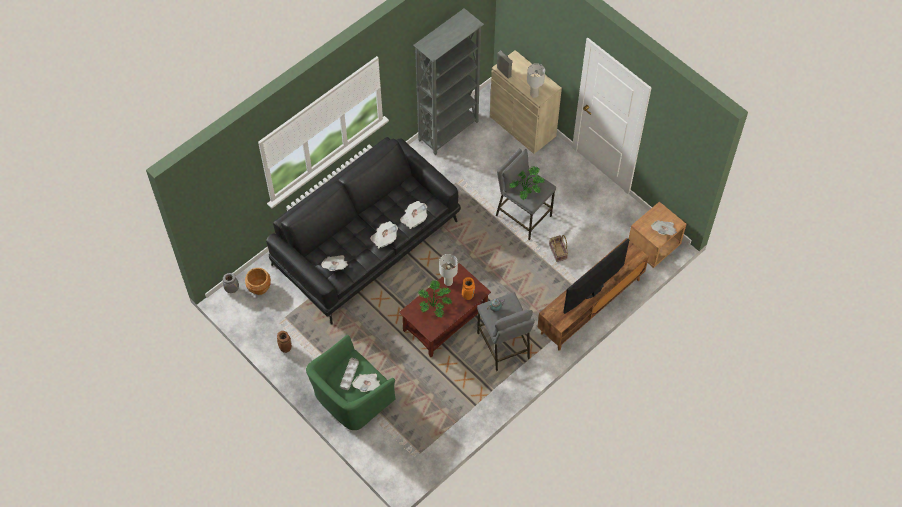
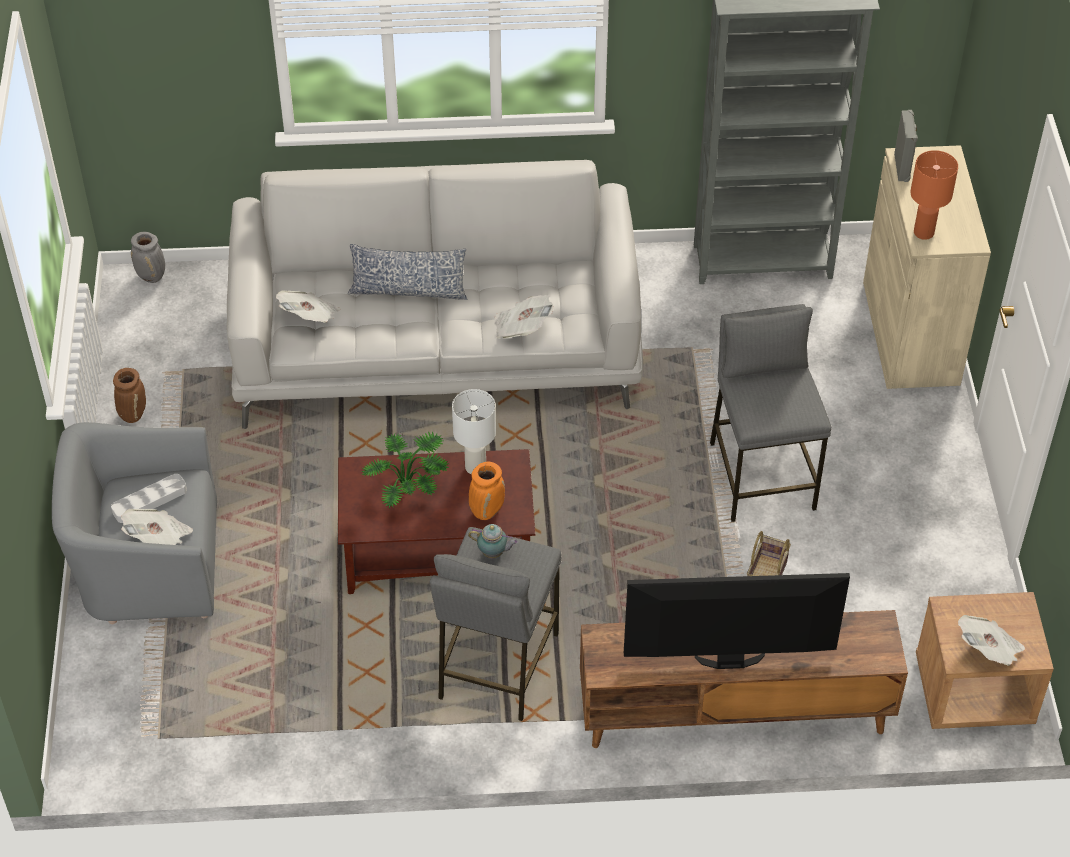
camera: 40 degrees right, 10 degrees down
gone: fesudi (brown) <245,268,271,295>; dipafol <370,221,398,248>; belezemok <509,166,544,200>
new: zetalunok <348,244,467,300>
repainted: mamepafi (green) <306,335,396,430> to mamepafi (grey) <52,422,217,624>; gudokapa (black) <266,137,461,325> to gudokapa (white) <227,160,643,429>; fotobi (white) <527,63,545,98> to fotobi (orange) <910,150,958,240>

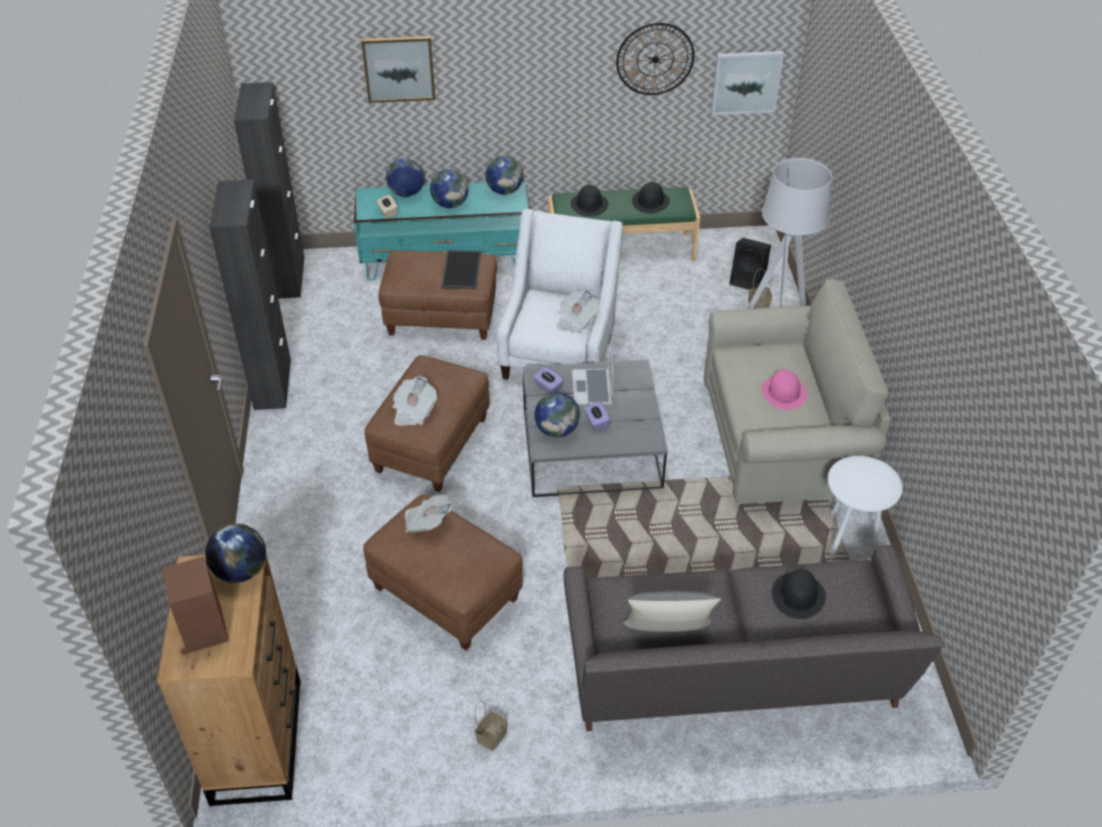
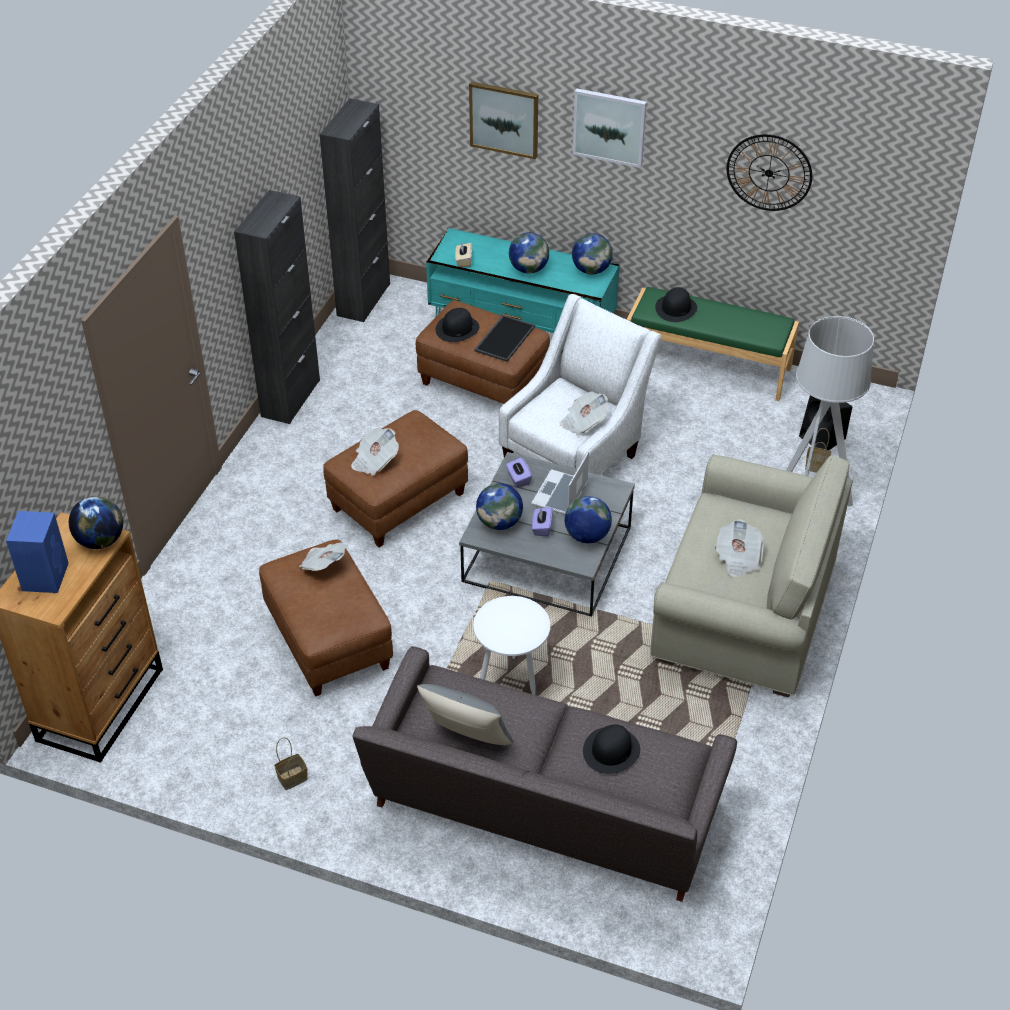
camera: 25 degrees right, 0 degrees up
shifted: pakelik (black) <632,182,670,214> to <436,308,479,342>; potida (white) <828,456,903,559> to <473,596,550,695>; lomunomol <386,158,424,197> to <564,496,612,543>; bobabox <711,51,784,115> to <573,88,647,168>
swapped: pakelik (pink) <761,370,807,410> to dipafol <715,519,765,577>
repainted: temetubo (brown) <162,556,229,654> to temetubo (blue) <6,511,69,593>

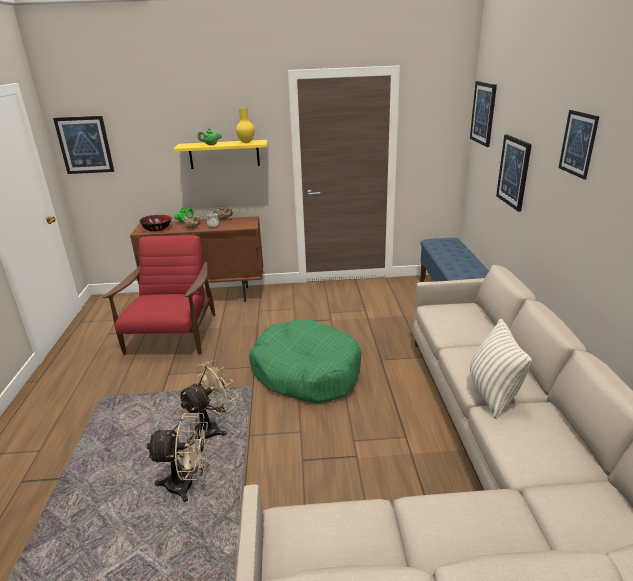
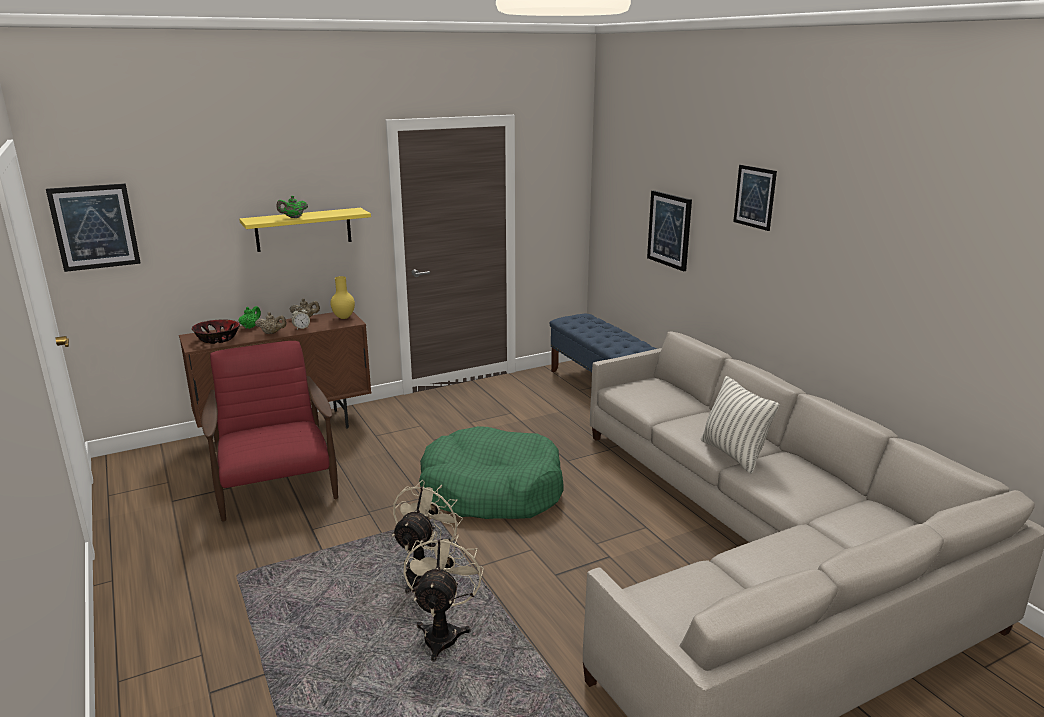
camera: 25 degrees left, 5 degrees down
gone: bobabox <470,81,497,147>
shifted: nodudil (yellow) <236,108,255,143> to <330,276,355,319>
rotated: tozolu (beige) <146,412,209,502> = <404,531,484,662> 60 degrees counterclockwise

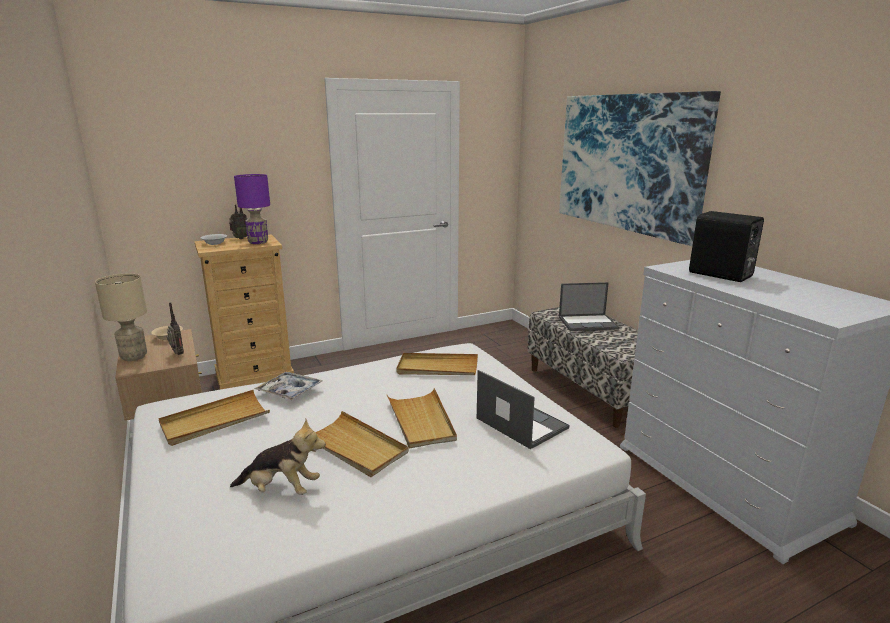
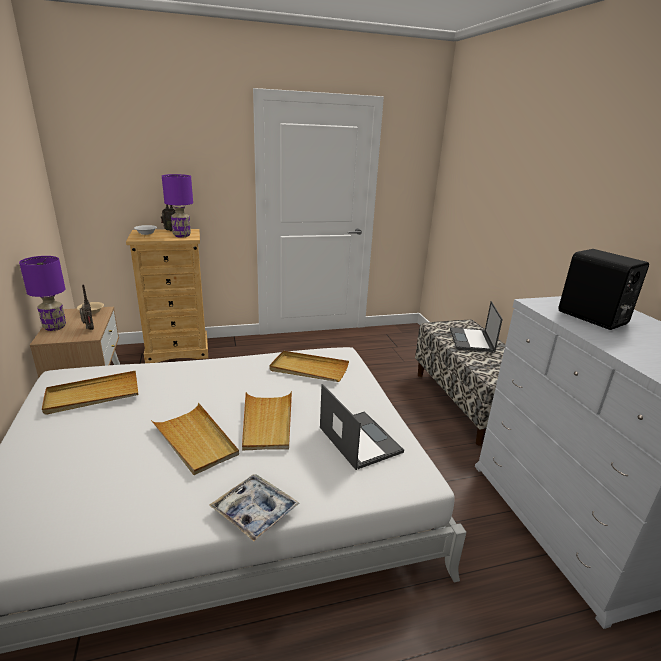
camera: 10 degrees right, 5 degrees up
gone: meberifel <230,419,326,495>; bobabox <559,91,721,246>
shifted: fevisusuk <254,372,323,400> to <209,474,300,542>
repainted: fotobi (beige) <95,274,147,361> to fotobi (purple) <19,256,66,331>
rotated: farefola <559,282,619,331> = <450,301,503,352> 90 degrees clockwise

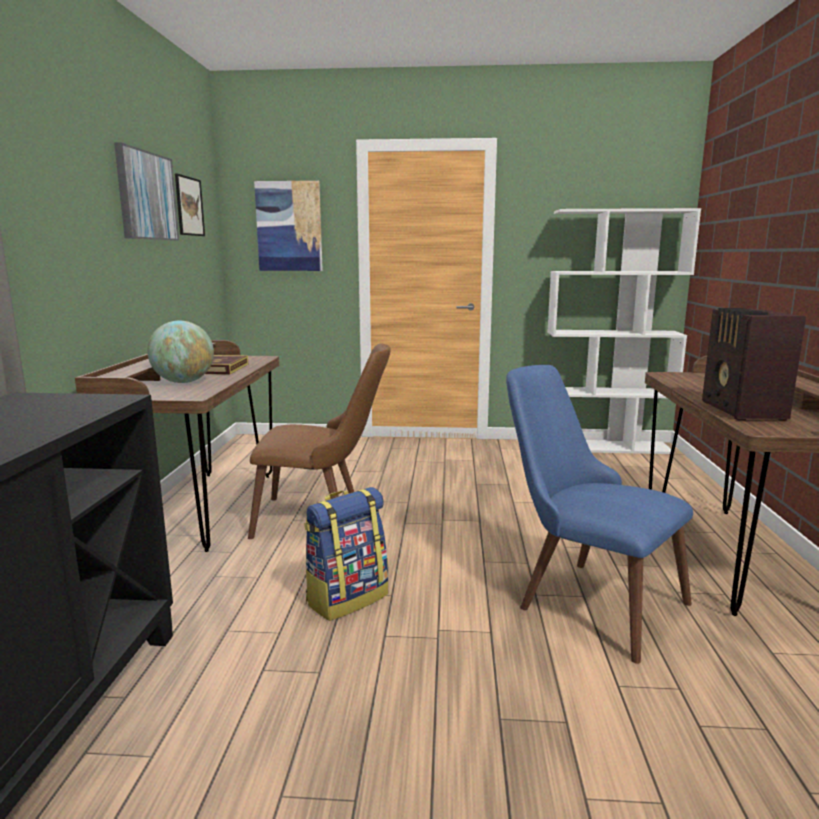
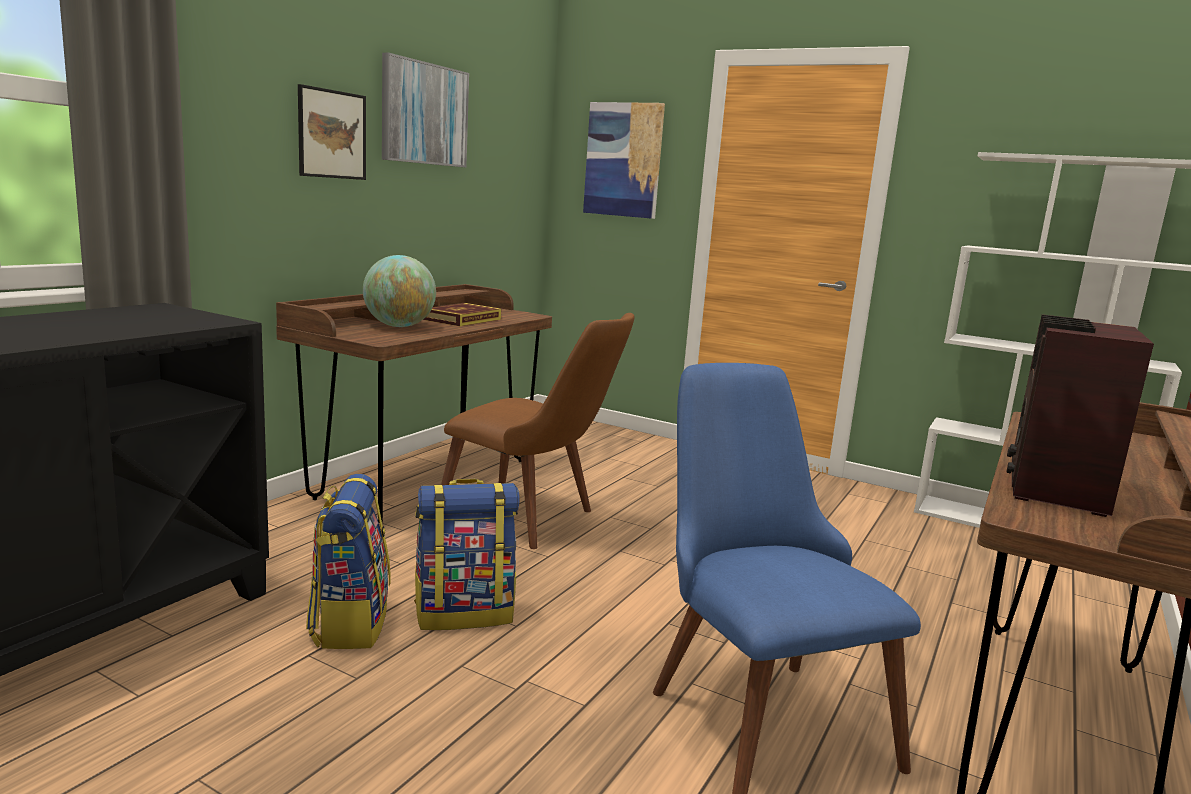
camera: 25 degrees right, 0 degrees up
new: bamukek <306,474,391,649>
shifted: bobabox <175,174,205,236> to <298,84,366,180>

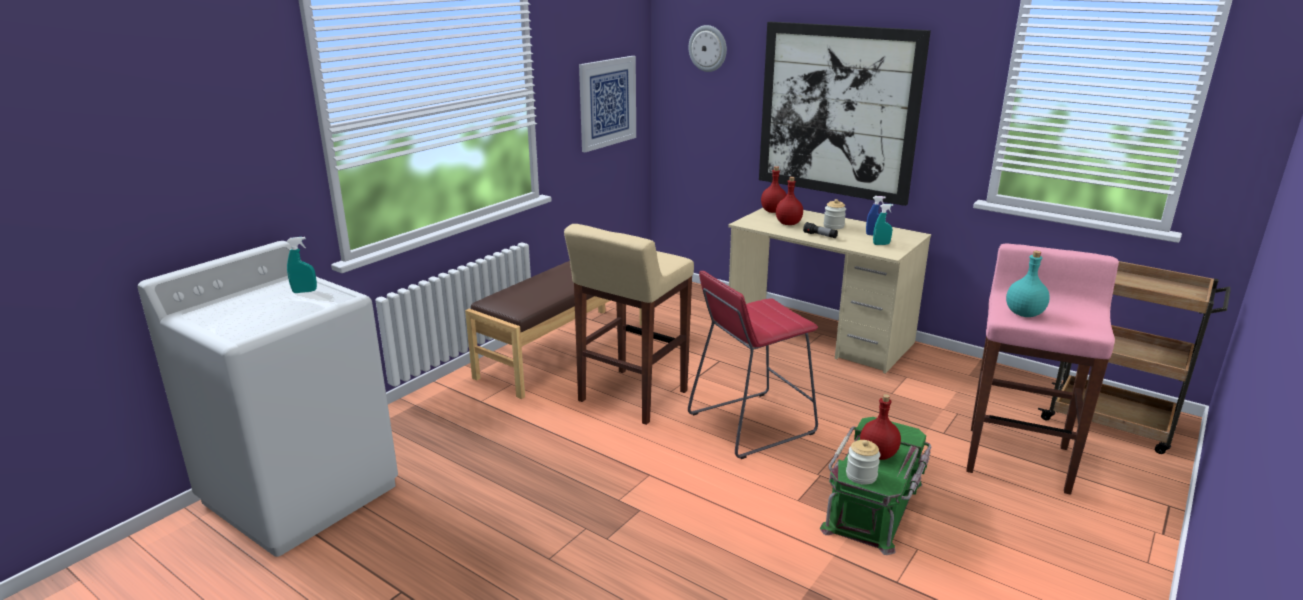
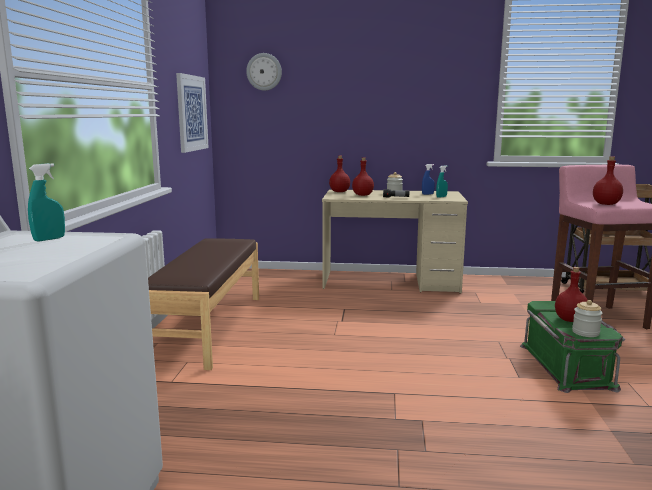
camera: 30 degrees left, 10 degrees down
gone: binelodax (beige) <564,224,694,425>; binelodax (red) <688,271,818,459>; bobabox <759,22,931,206>
repainted: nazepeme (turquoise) <1006,251,1050,317> to nazepeme (red) <593,156,623,205>

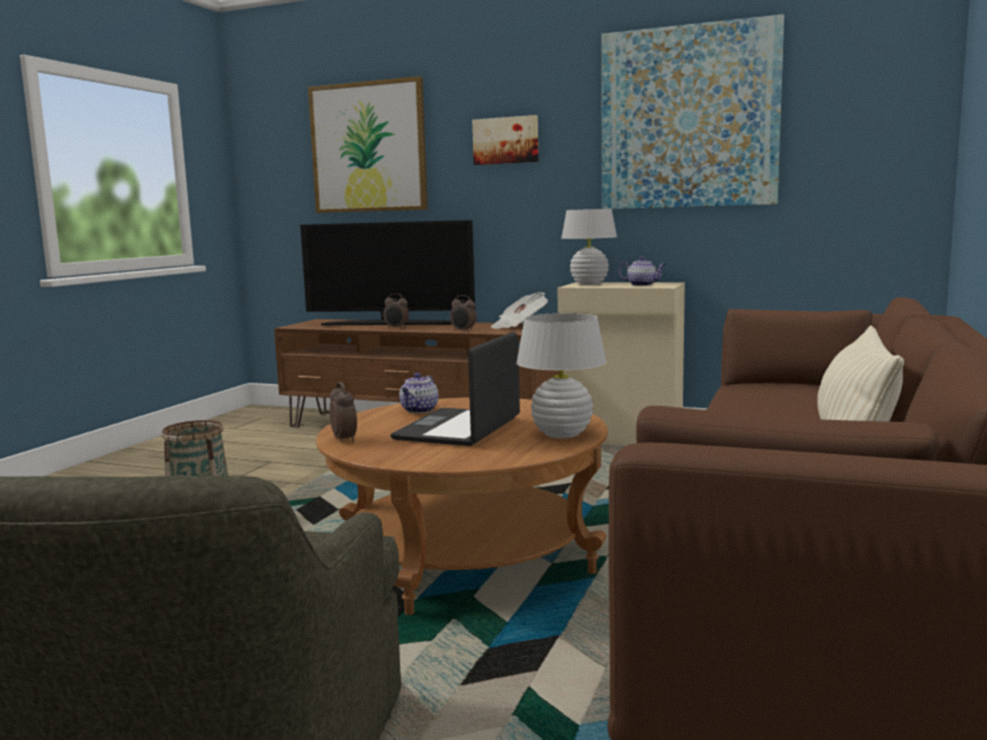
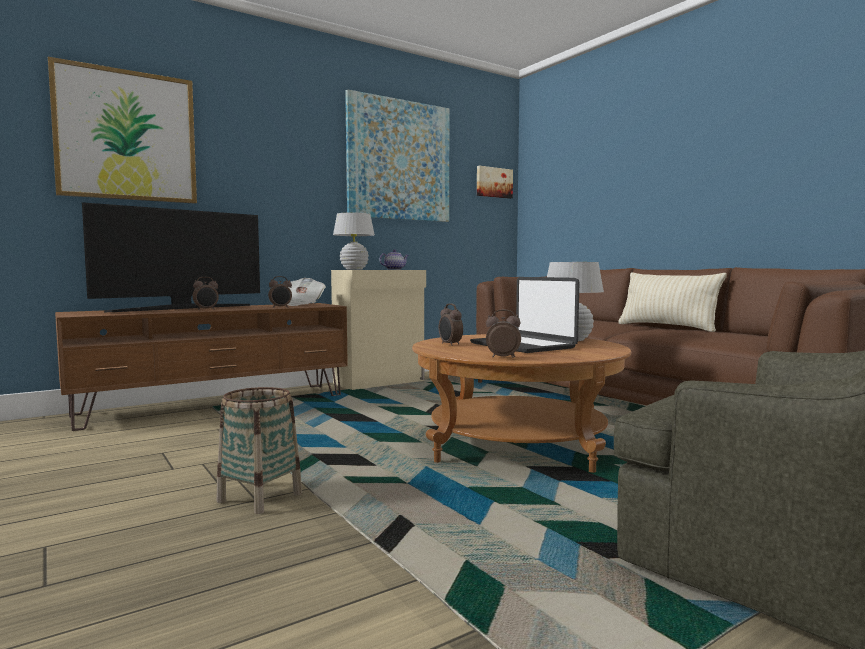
camera: 55 degrees left, 5 degrees down
shifted: bobabox <472,115,539,165> to <477,166,513,199>
swapped: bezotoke <399,373,439,413> to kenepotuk <439,303,463,346>

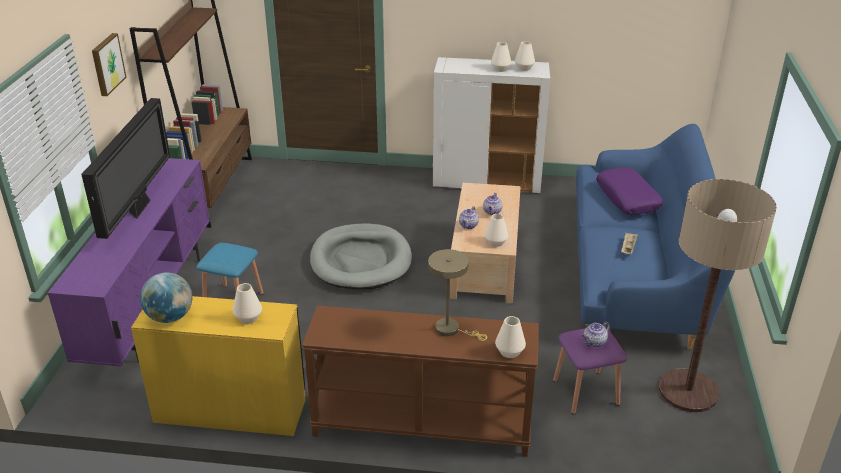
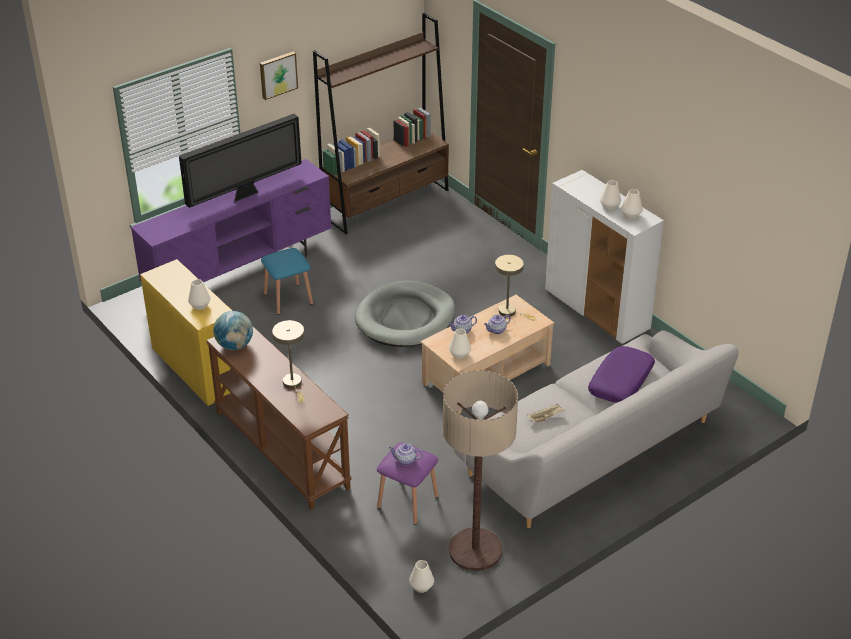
camera: 45 degrees right, 5 degrees up
new: fotobi (beige) <495,255,536,321>
shifted: lomunomol <140,272,193,323> to <213,311,253,350>; nodudil (white) <495,316,526,358> to <409,560,434,593>
repainted: gudokapa (blue) <576,124,735,350> to gudokapa (grey) <454,331,739,528>

